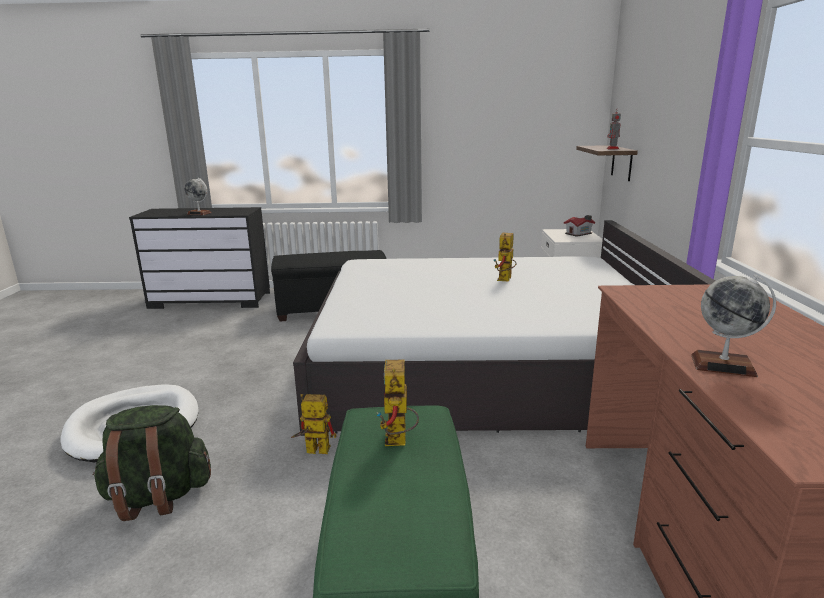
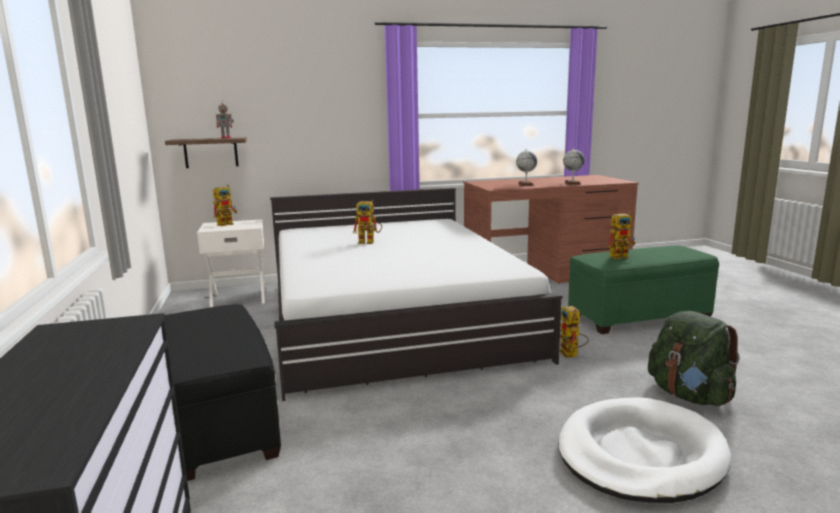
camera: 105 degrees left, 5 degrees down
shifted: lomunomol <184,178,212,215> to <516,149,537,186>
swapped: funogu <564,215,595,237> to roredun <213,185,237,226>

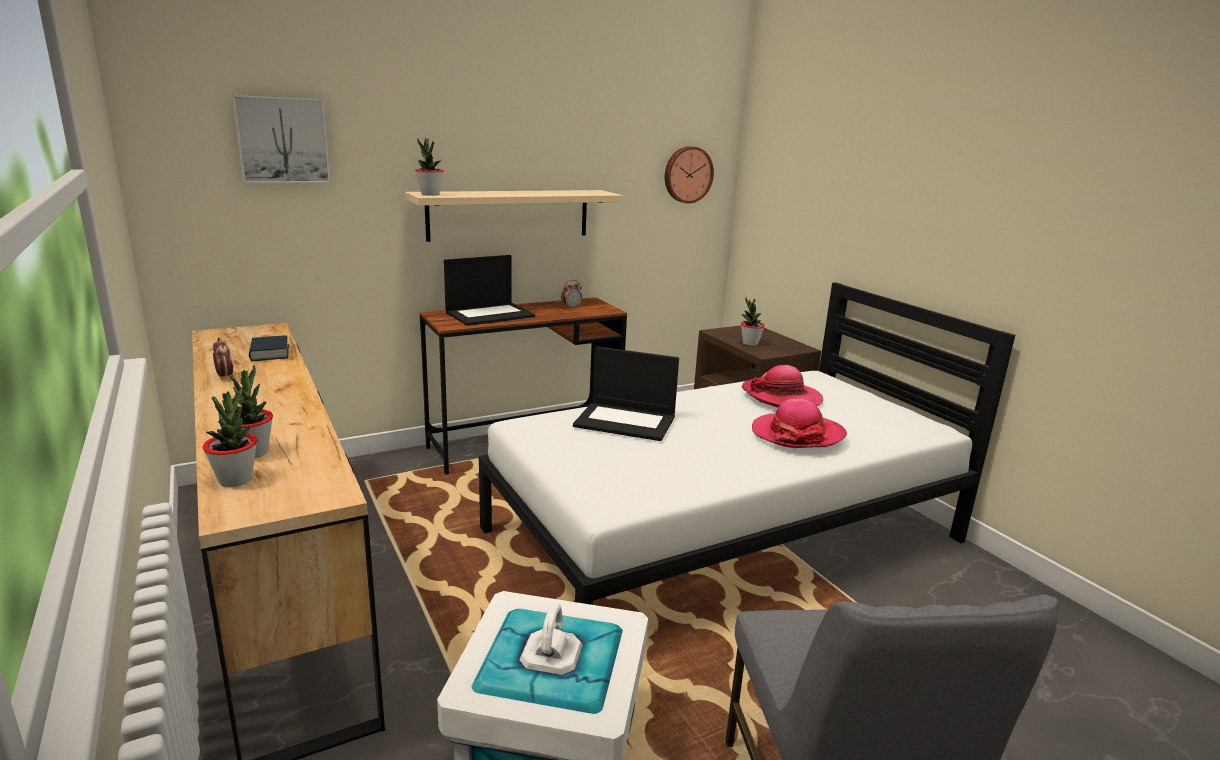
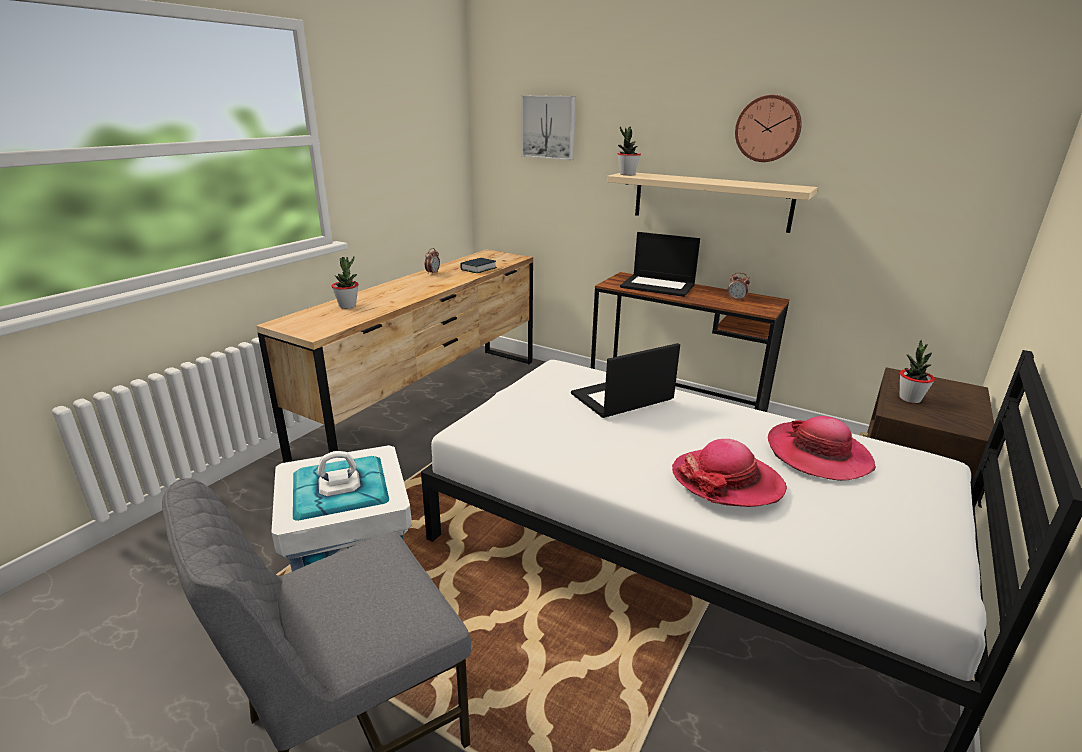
camera: 60 degrees right, 5 degrees up
gone: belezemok <203,386,257,487>
shifted: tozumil <665,146,714,203> to <735,95,802,162>
rotated: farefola <573,346,679,441> = <571,343,680,418> 75 degrees clockwise

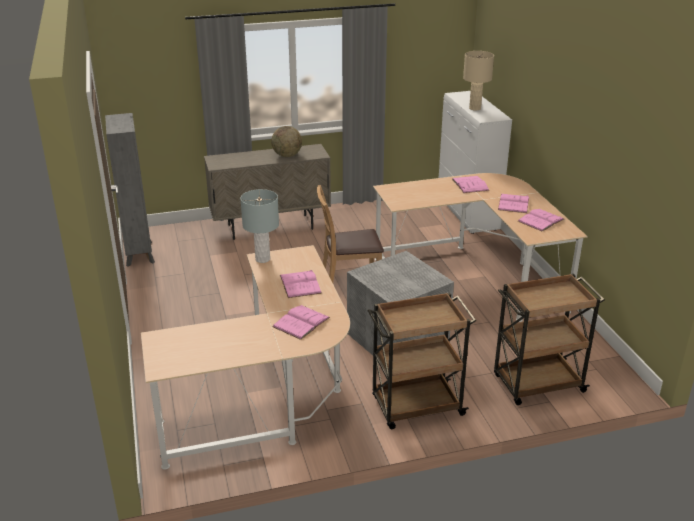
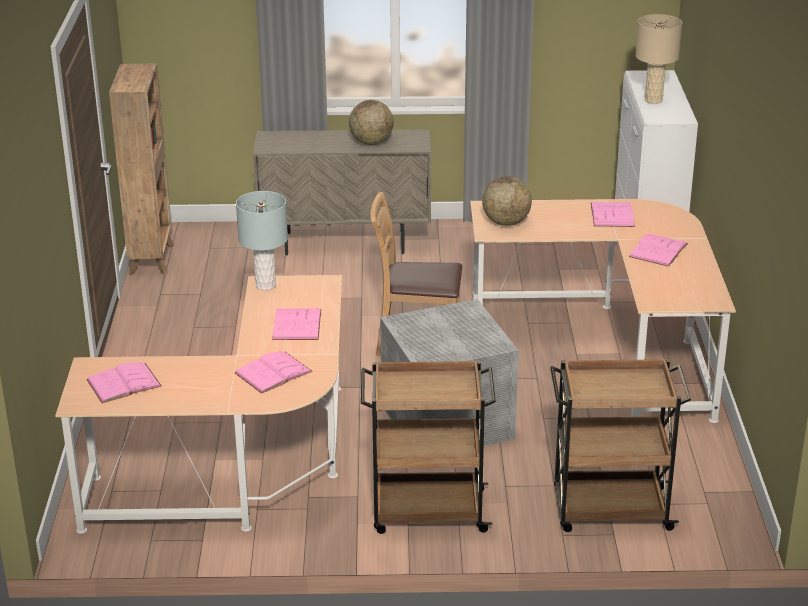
camera: 15 degrees right, 0 degrees up
new: lomunomol <482,176,532,226>
shifted: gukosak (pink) <518,209,564,231> to <86,362,162,403>
repainted: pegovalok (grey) <105,113,155,267> to pegovalok (brown) <109,63,174,275>

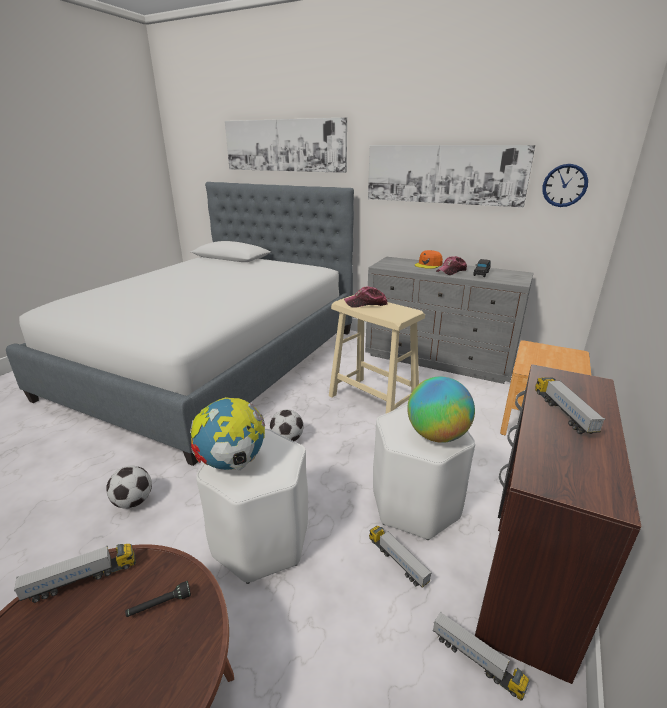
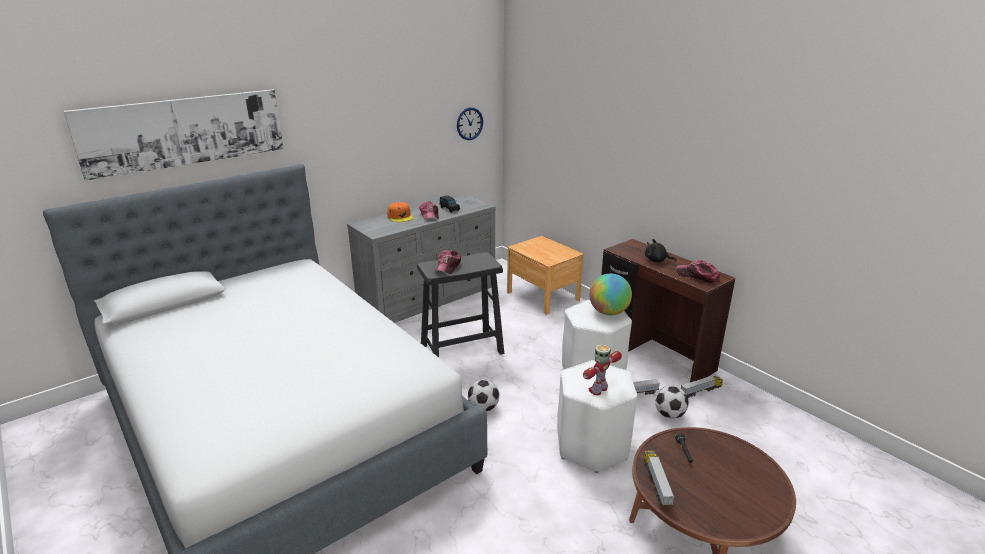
camera: 65 degrees left, 0 degrees up
gone: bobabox <368,145,535,207>
new: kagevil <676,260,720,284>
shifted: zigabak <106,465,152,509> to <655,385,689,419>
swapped: lomunomol <190,397,265,470> to roredun <583,345,622,395>; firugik <535,377,605,434> to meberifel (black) <645,239,676,262>
repainted: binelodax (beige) <329,295,425,414> to binelodax (black) <417,252,504,357>

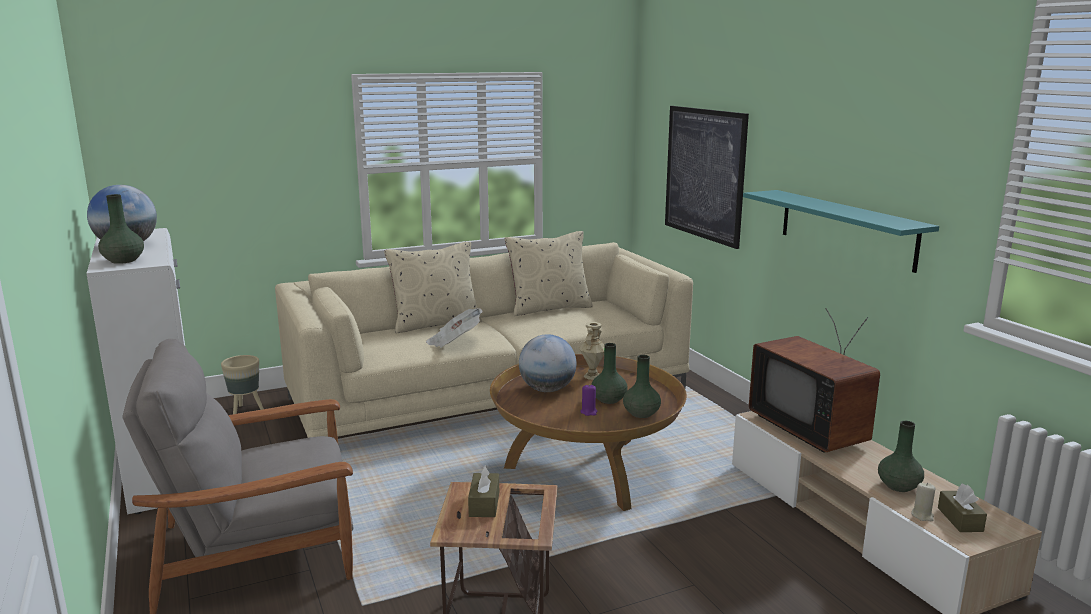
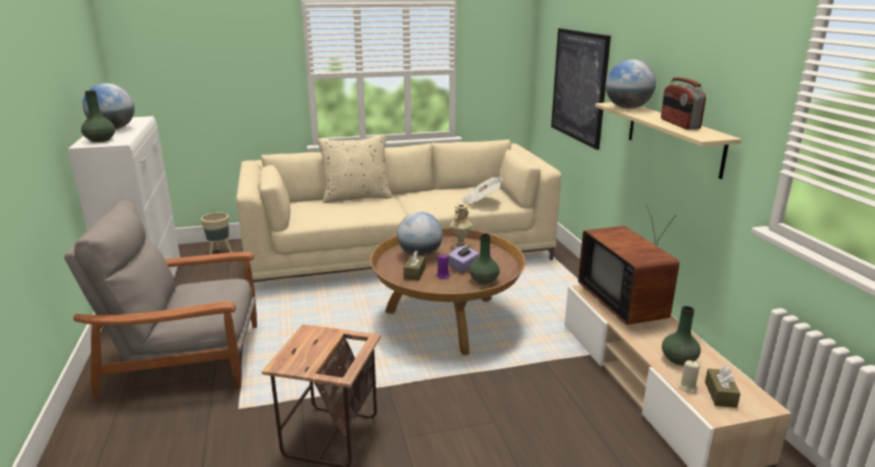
camera: 10 degrees right, 5 degrees up
gone: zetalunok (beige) <505,231,593,316>
new: lomunomol <606,59,656,109>; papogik <661,78,706,130>
shifted: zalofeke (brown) <468,465,499,517> to <403,251,425,280>; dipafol <426,308,483,348> to <460,177,503,204>
swapped: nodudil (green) <591,343,628,404> to zalofeke (purple) <448,245,479,272>
repainted: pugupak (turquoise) <743,190,939,273> to pugupak (beige) <595,102,742,179>

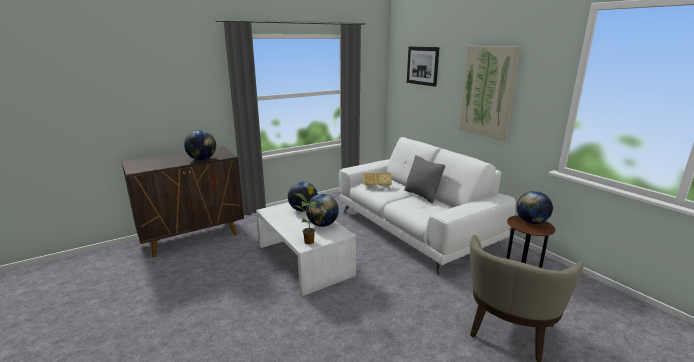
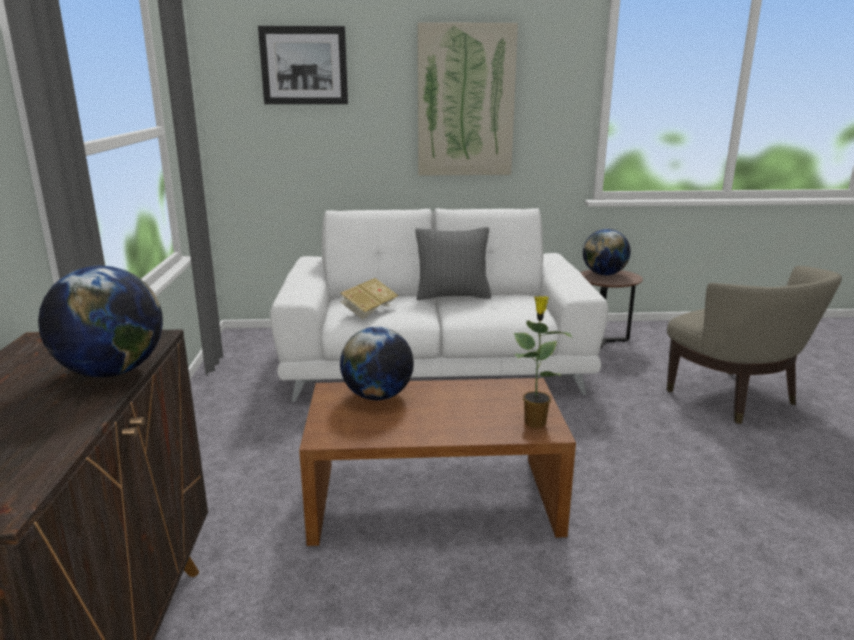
camera: 60 degrees left, 0 degrees up
gone: lomunomol <306,194,339,227>
repainted: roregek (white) <256,202,356,296> to roregek (brown) <299,378,576,546>

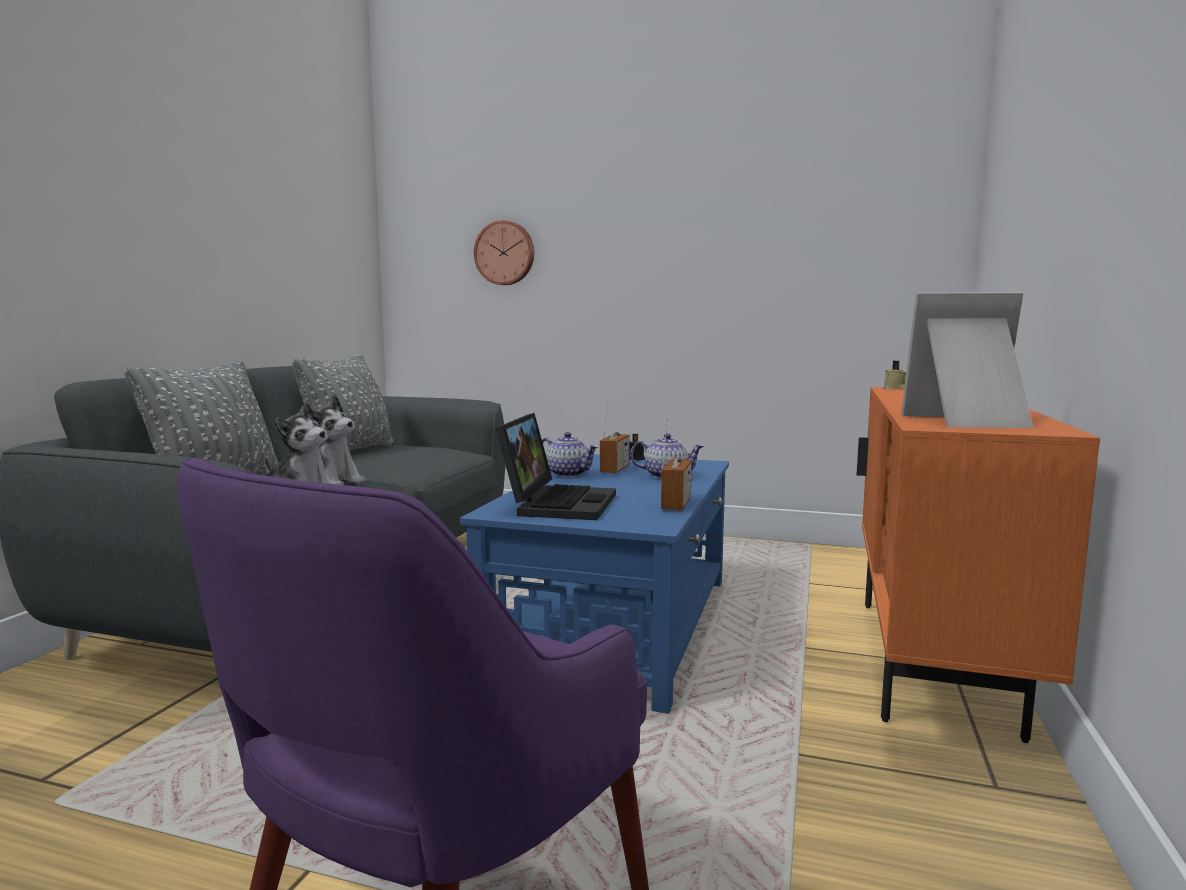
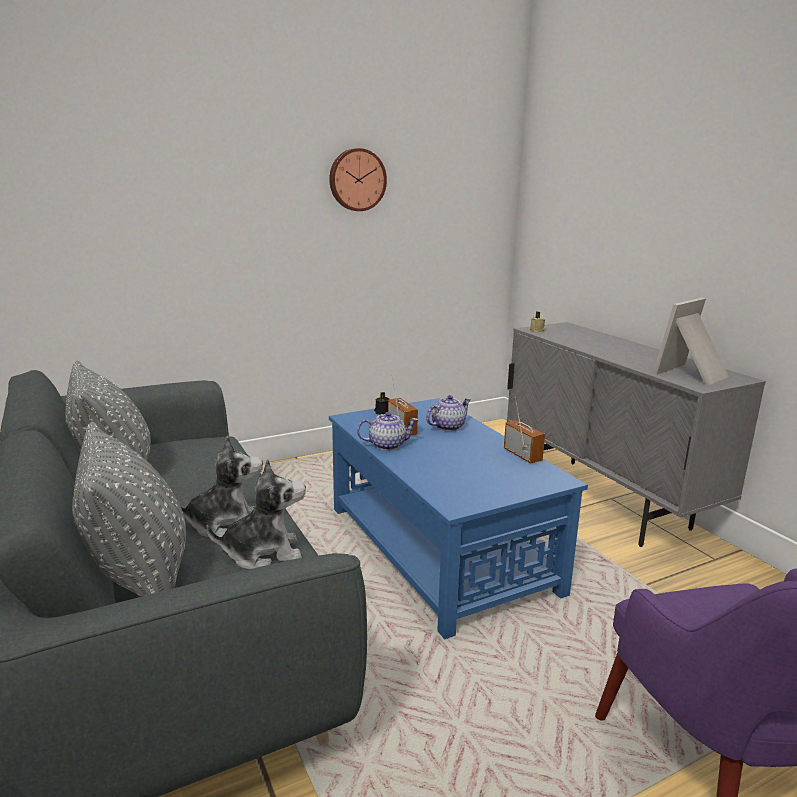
camera: 45 degrees left, 10 degrees up
gone: farefola <495,413,616,520>
shifted: tozumil <474,220,534,285> to <329,148,387,211>
repainted: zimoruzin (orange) <856,387,1100,743> to zimoruzin (grey) <507,322,766,547>

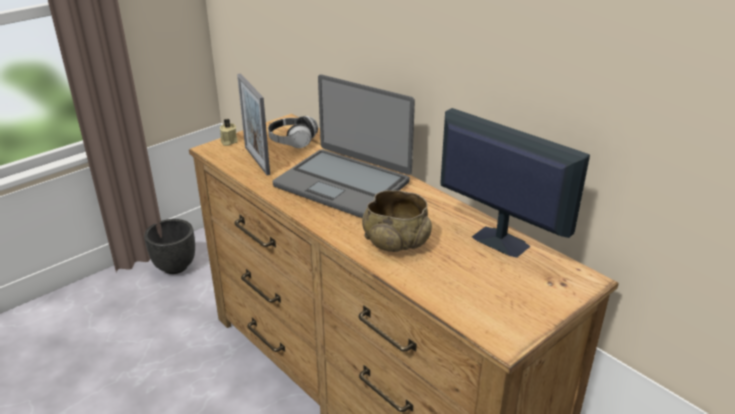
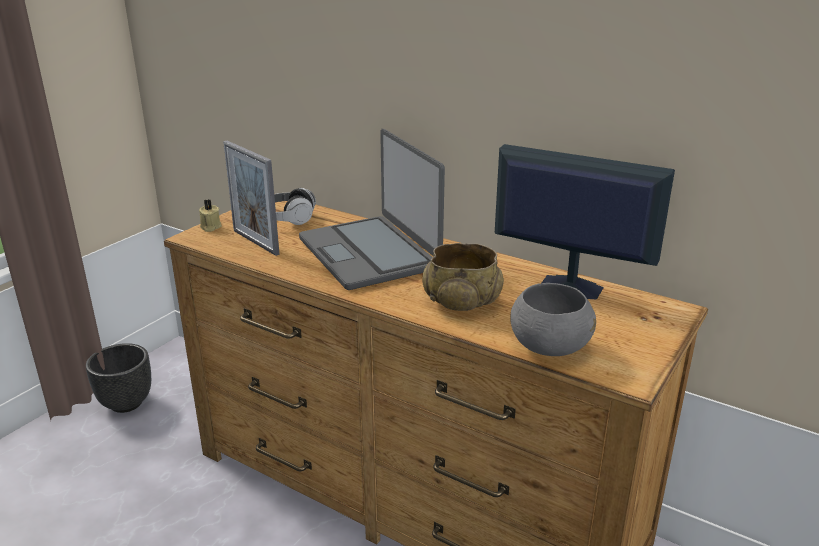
camera: 15 degrees left, 5 degrees down
new: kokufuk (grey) <510,283,596,356>
rotated: farefola <273,75,415,218> = <299,129,445,290> 45 degrees clockwise

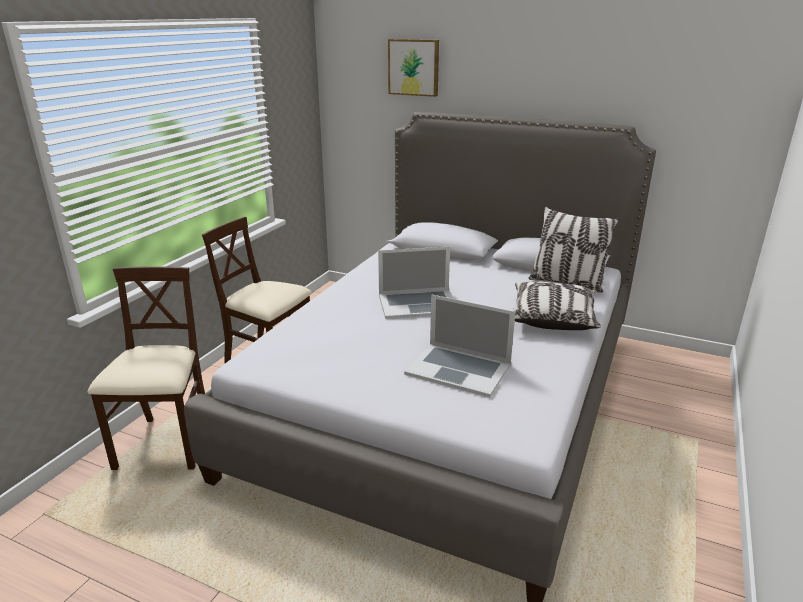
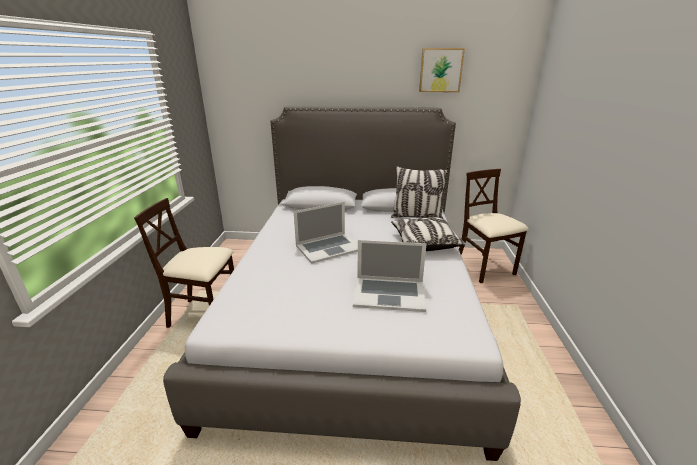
camera: 20 degrees left, 0 degrees up
shifted: bobabox <388,39,439,97> to <419,48,465,92>; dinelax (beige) <87,266,205,470> to <459,169,529,283>

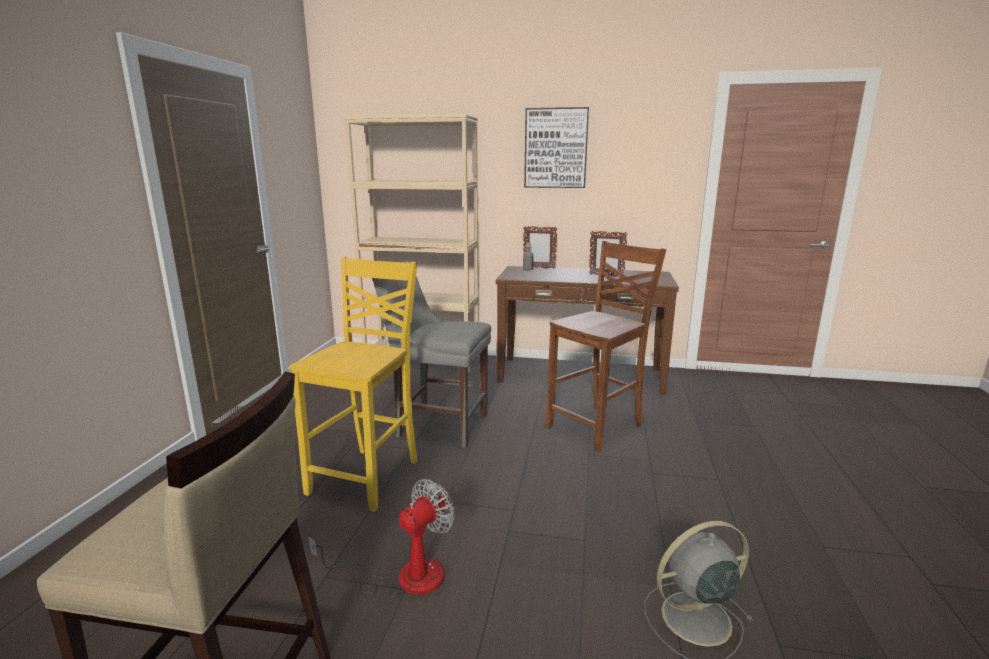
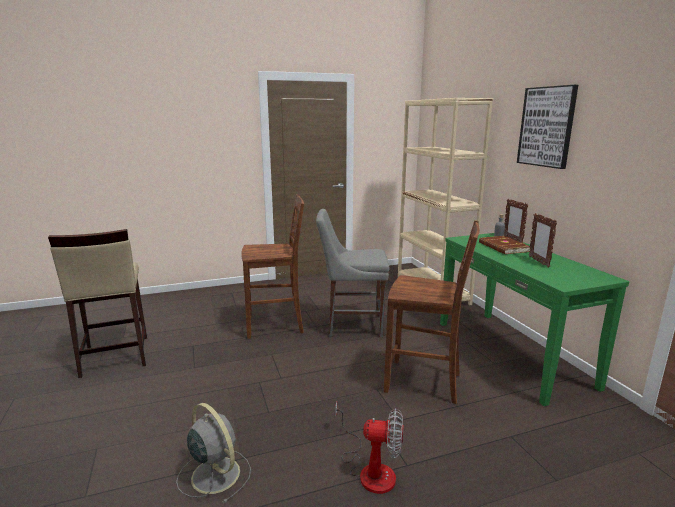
camera: 60 degrees right, 0 degrees up
new: gukosak (brown) <479,236,530,254>
shifted: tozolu <308,479,455,597> to <335,402,404,494>
repainted: dinelax (yellow) <289,257,417,512> to dinelax (brown) <241,194,304,339>; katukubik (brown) <496,266,679,395> to katukubik (green) <440,233,629,406>
rotated: dinelax (grey) <373,261,491,448> = <316,209,389,337> 75 degrees counterclockwise

